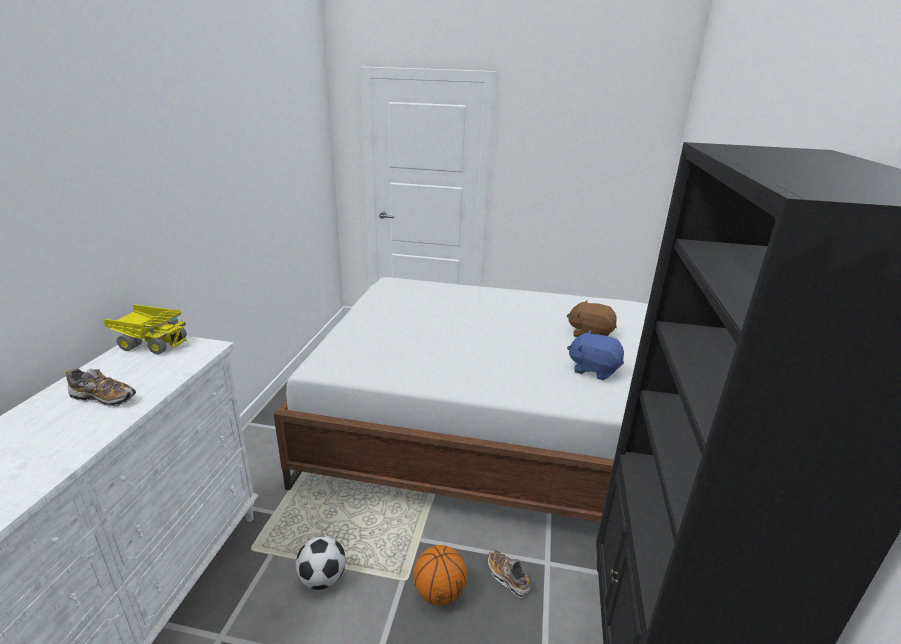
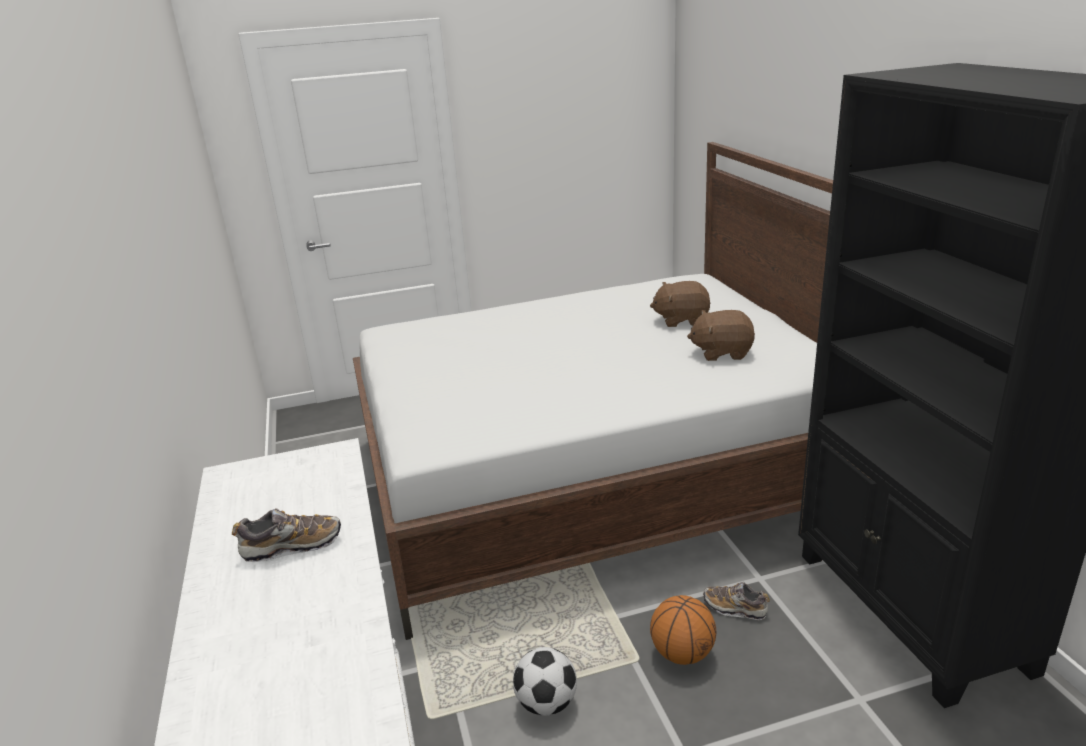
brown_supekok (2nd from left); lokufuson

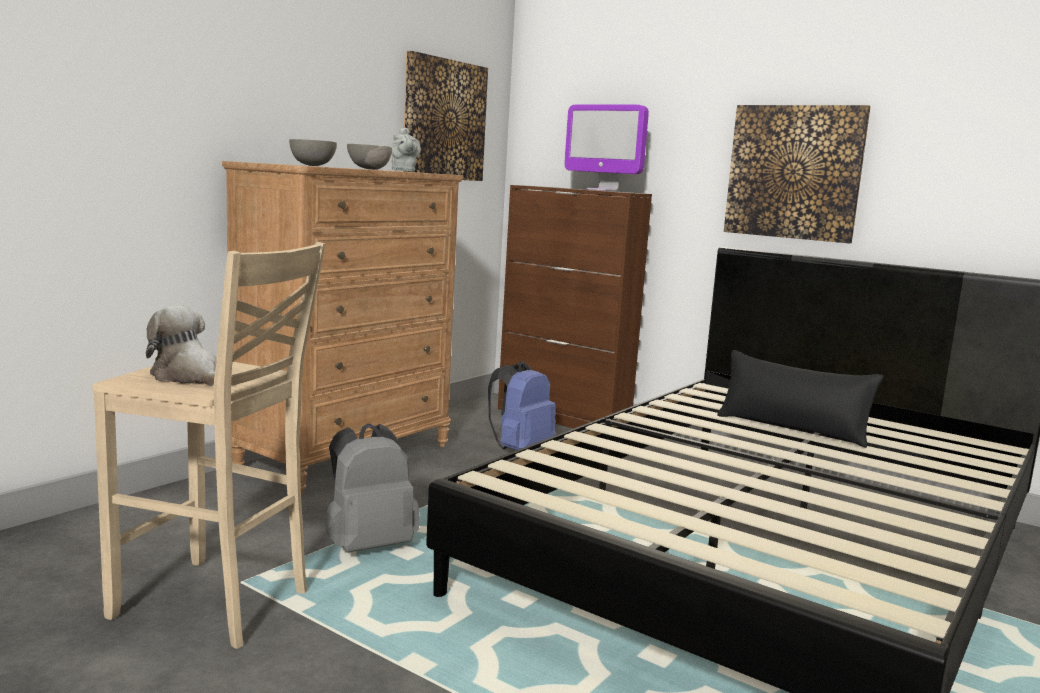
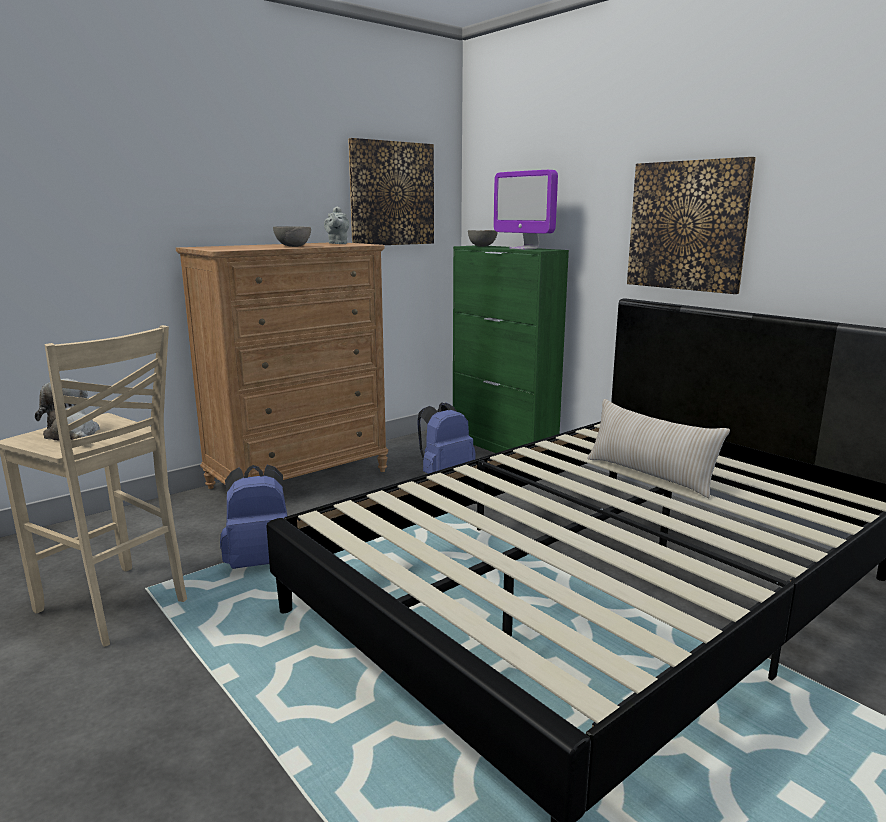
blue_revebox (1st from left); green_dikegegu; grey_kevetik (2nd from left); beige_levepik

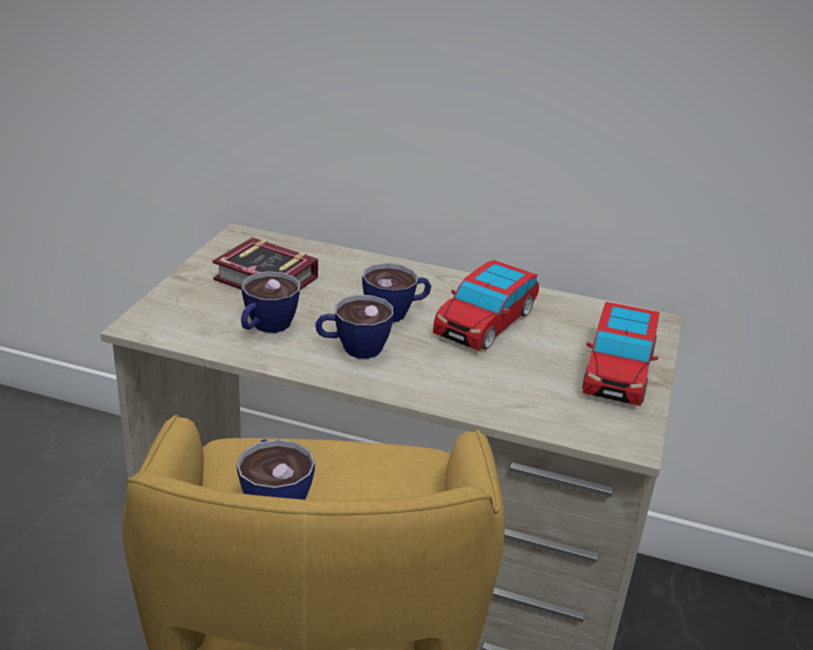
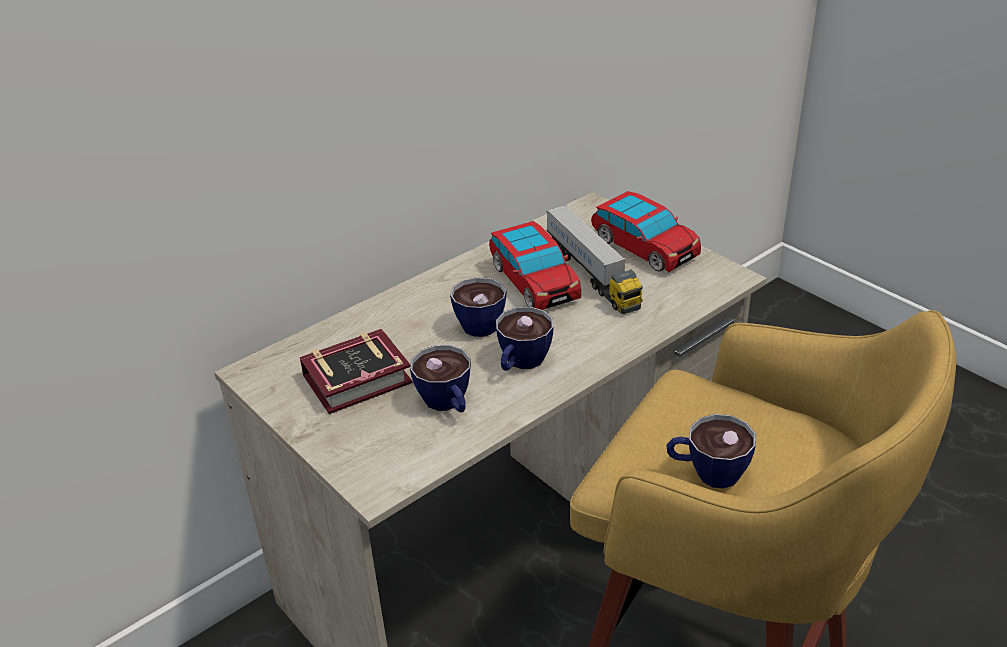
lokufuson

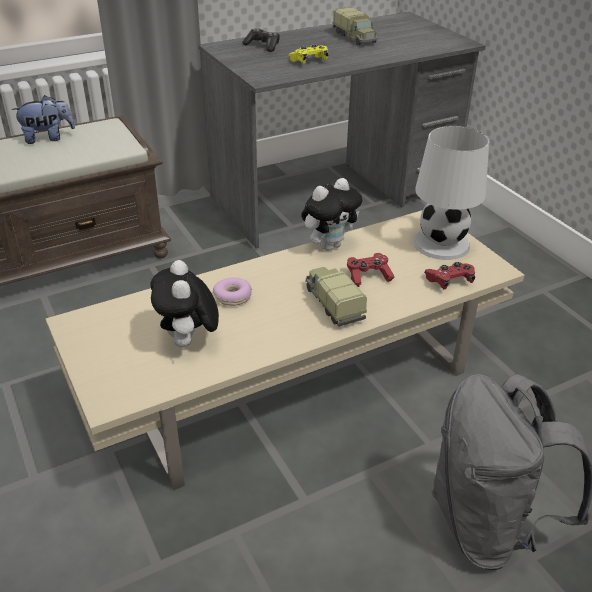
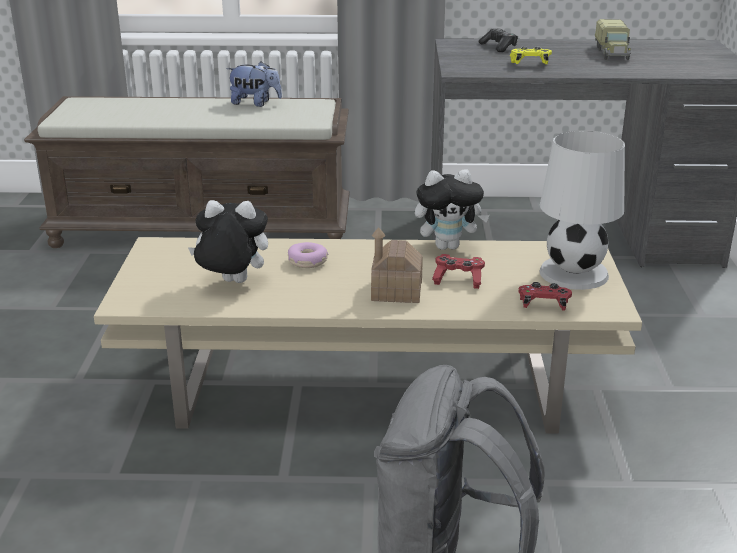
supekok (1st from left); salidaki

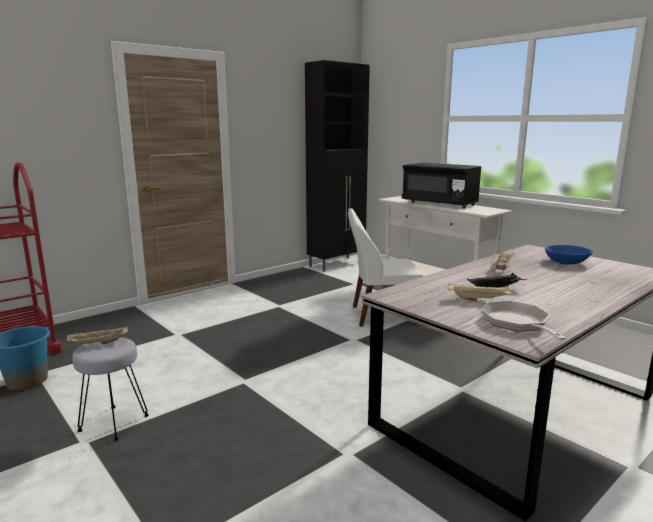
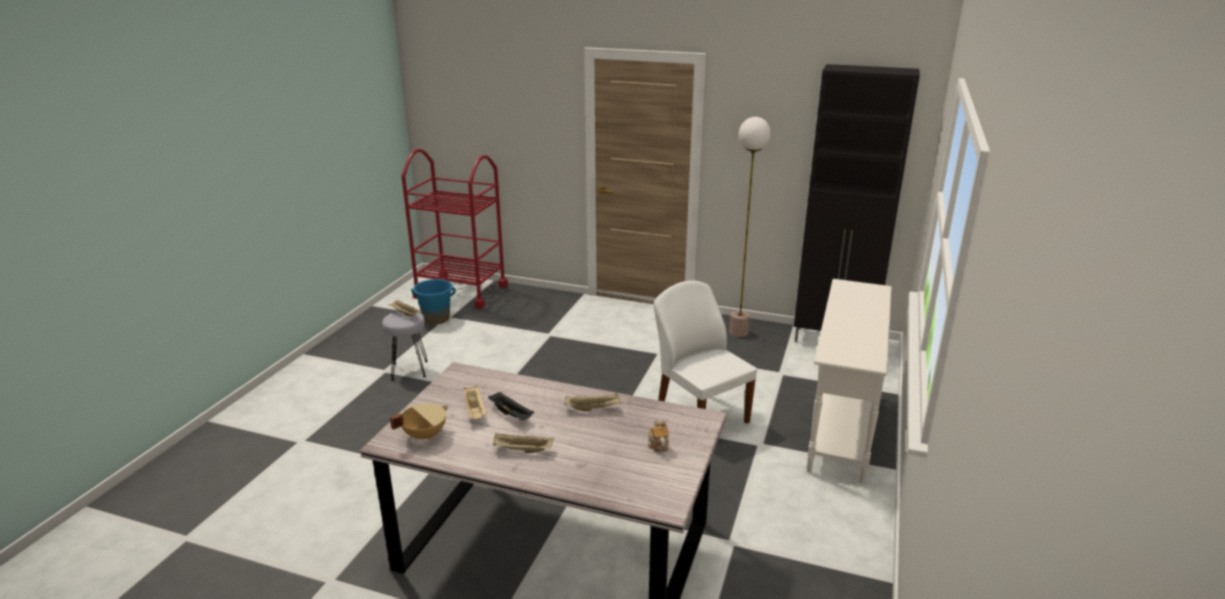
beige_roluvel; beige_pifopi (3rd from left); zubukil; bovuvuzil; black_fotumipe

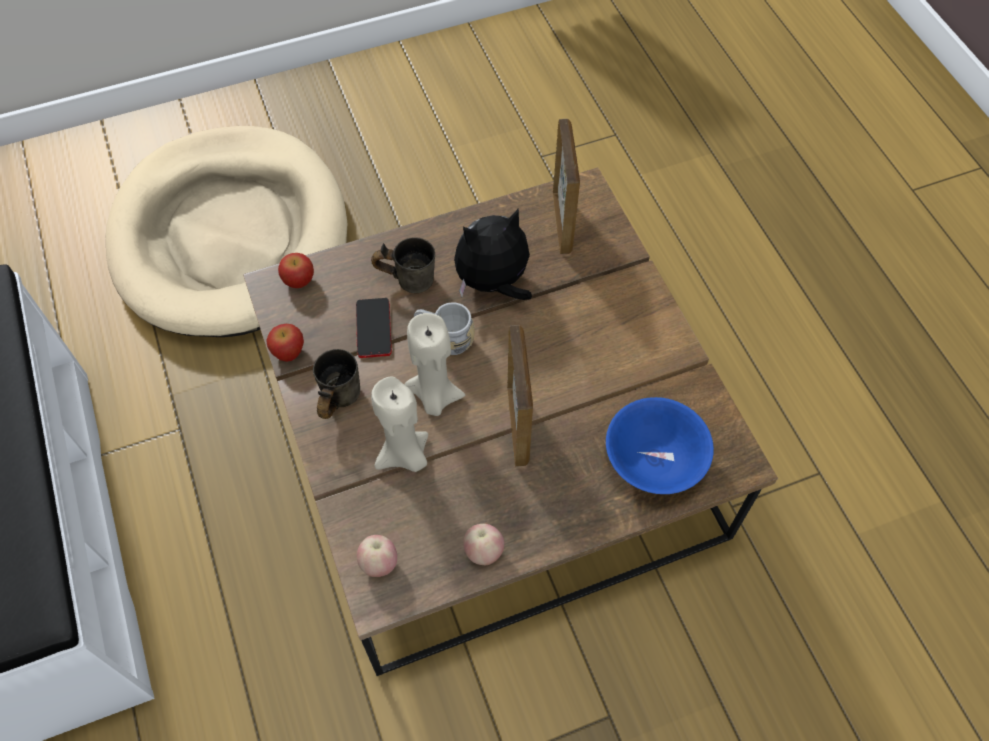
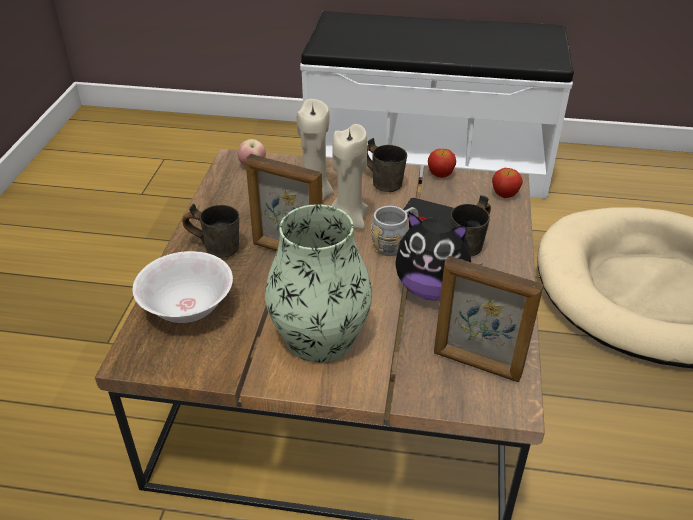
white_kevetik; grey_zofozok (1st from left); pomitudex; supekok; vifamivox (4th from left in the first image)

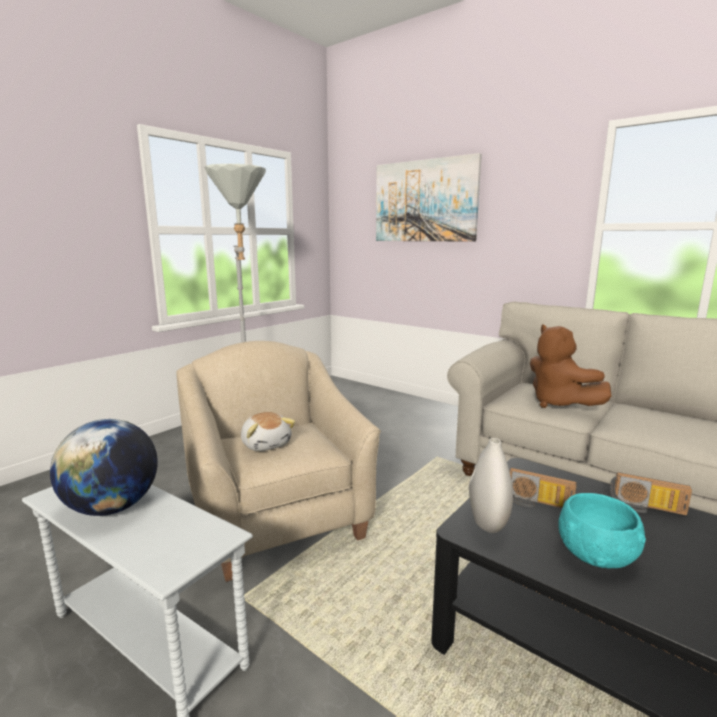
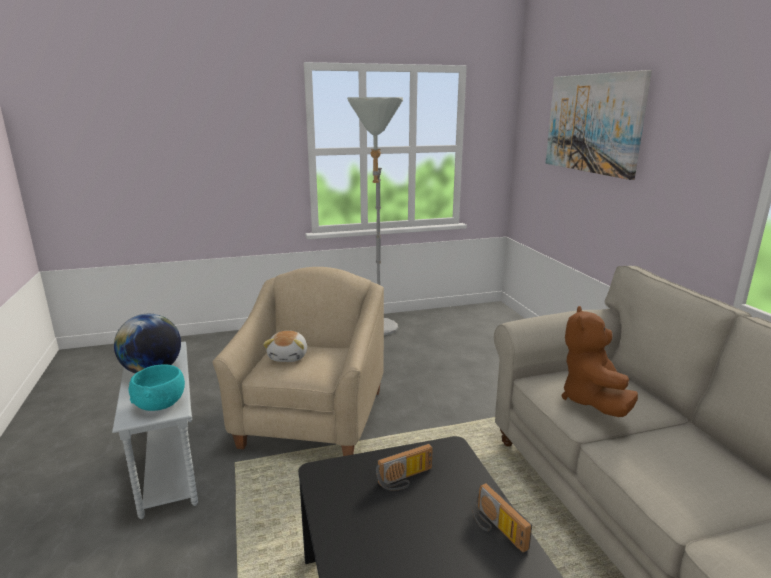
turquoise_kevetik; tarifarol (1st from left); white_pomitudex

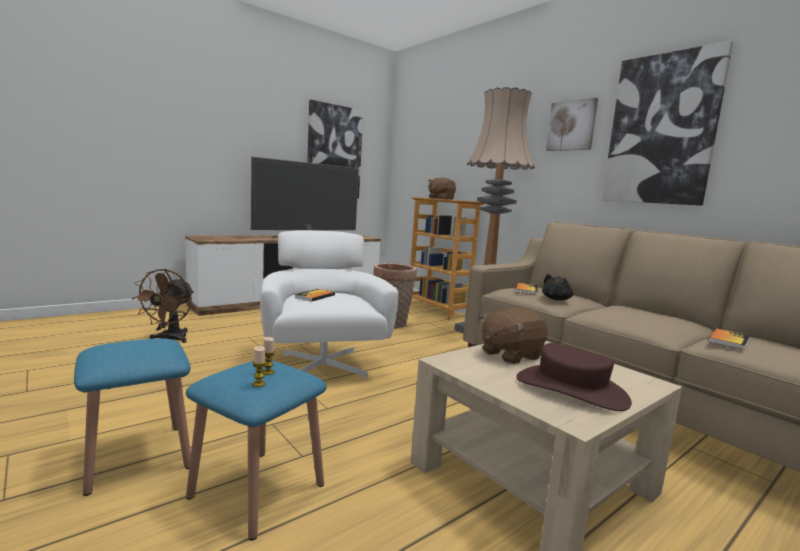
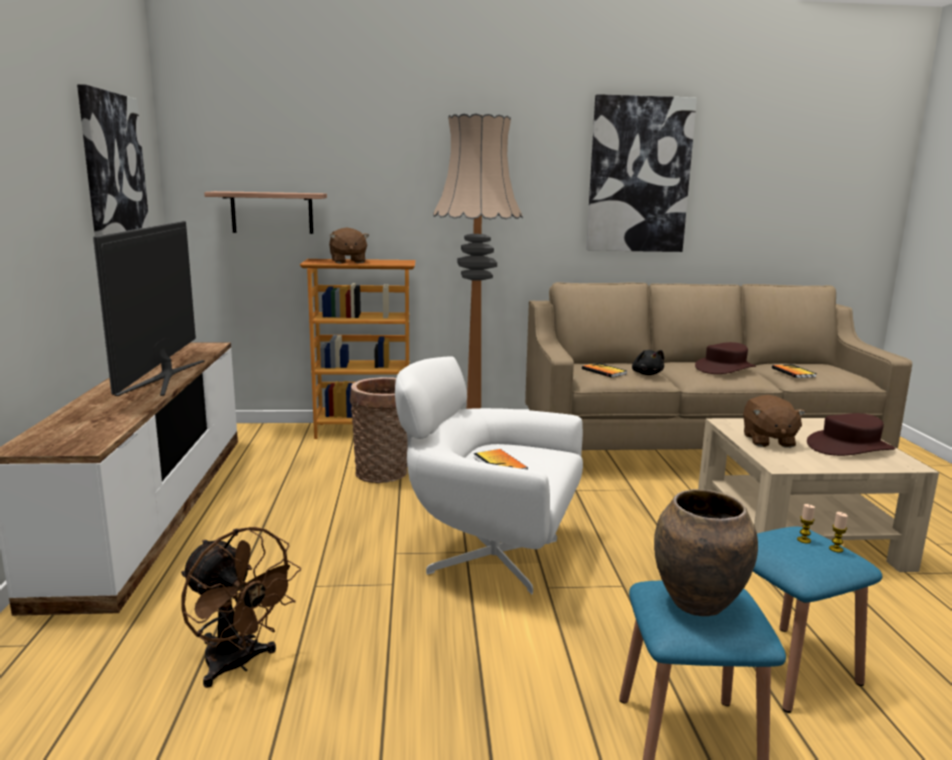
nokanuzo; brown_pomitudex; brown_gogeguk (1st from left); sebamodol (2nd from left in the first image)

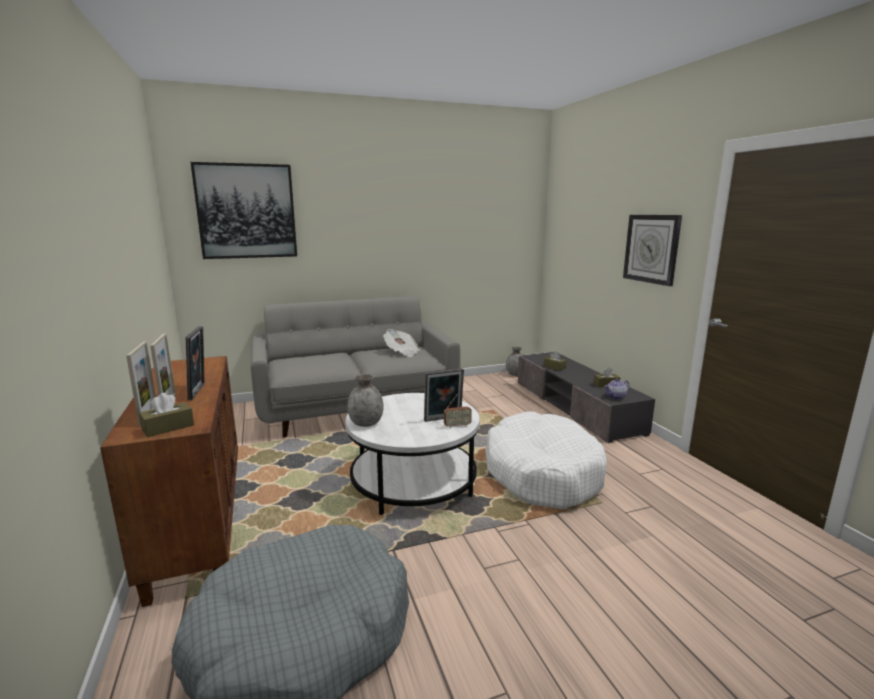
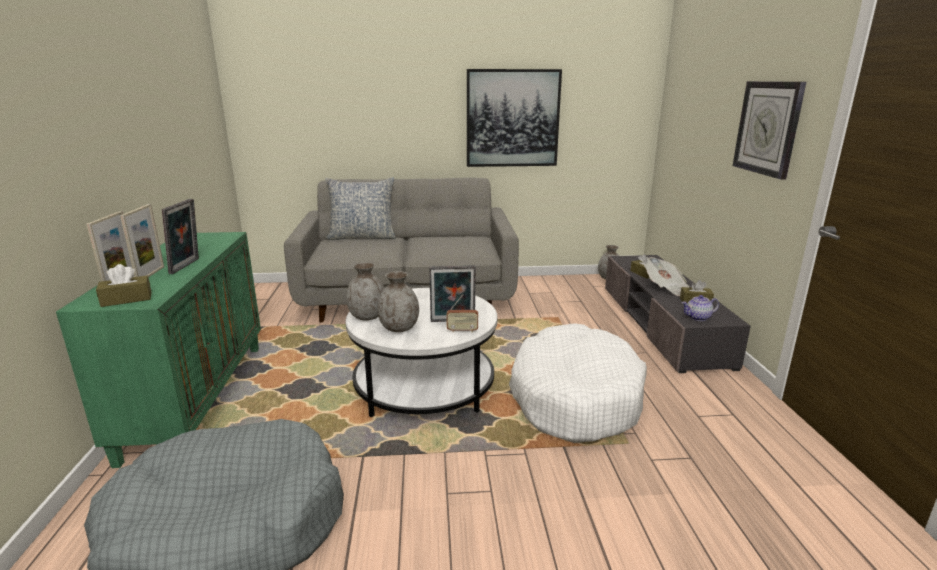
green_dikegegu; levepik; grey_pomitudex (2nd from left); sebamodol; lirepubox

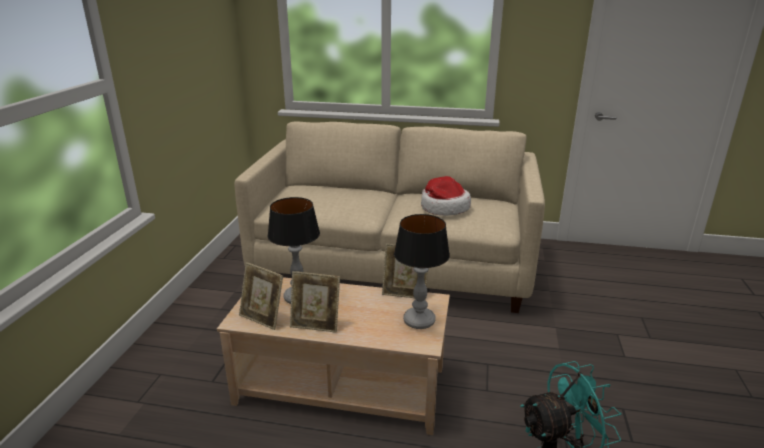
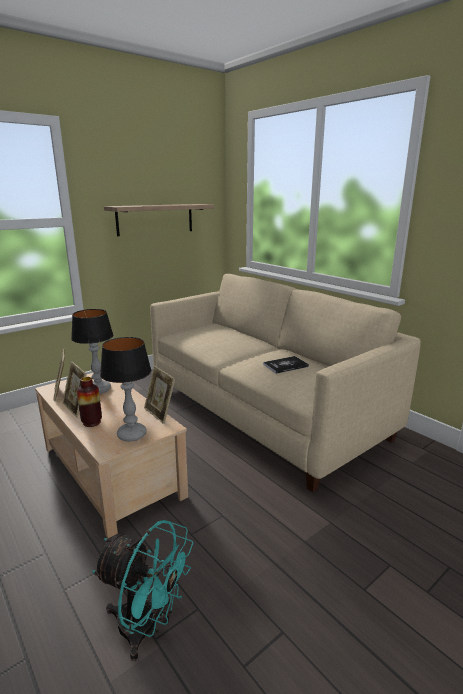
pomitudex; nokanuzo; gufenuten

